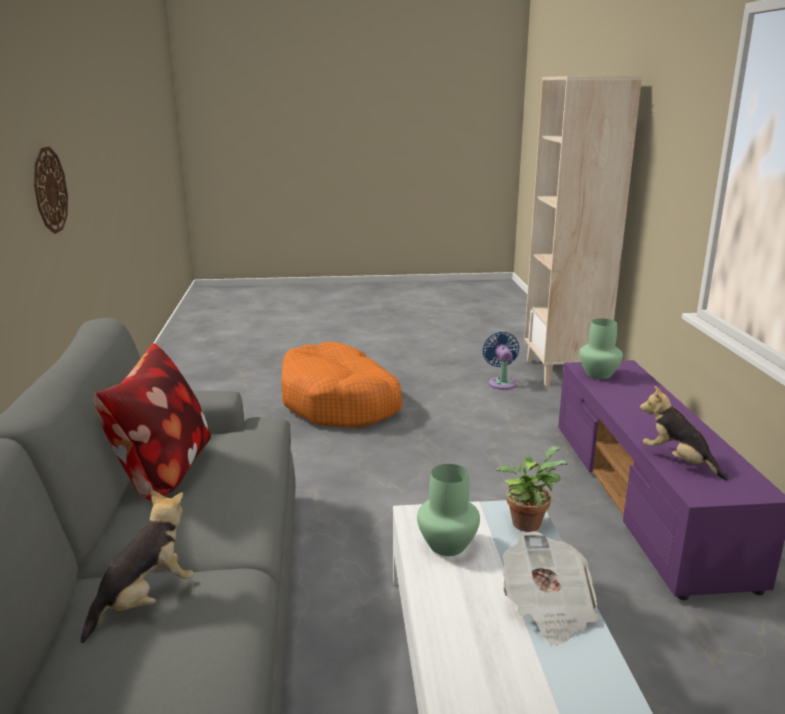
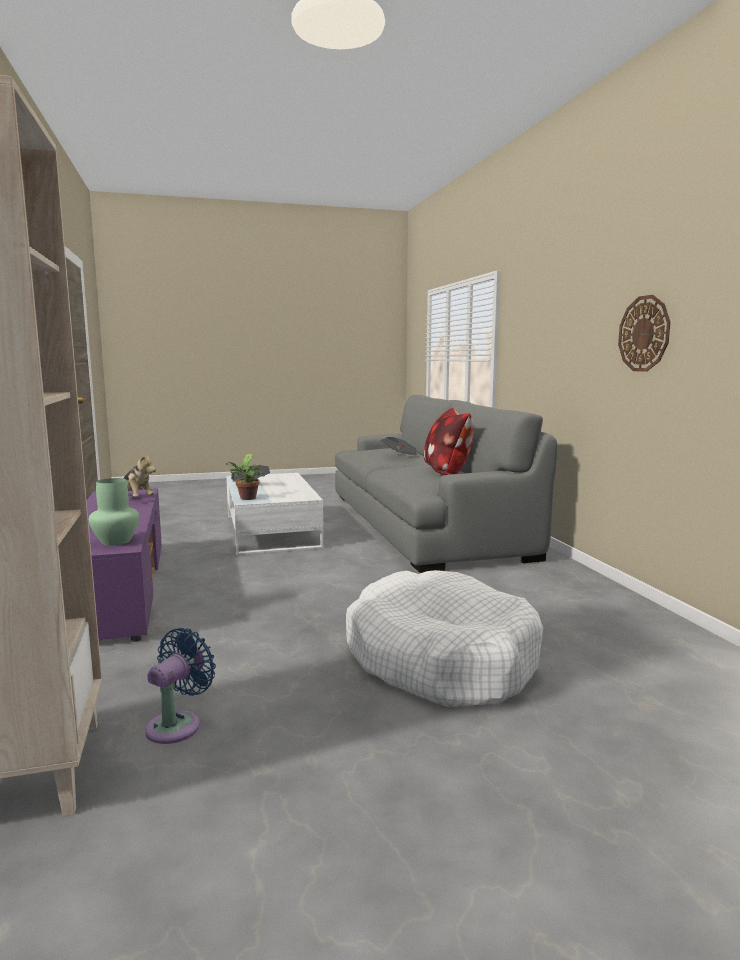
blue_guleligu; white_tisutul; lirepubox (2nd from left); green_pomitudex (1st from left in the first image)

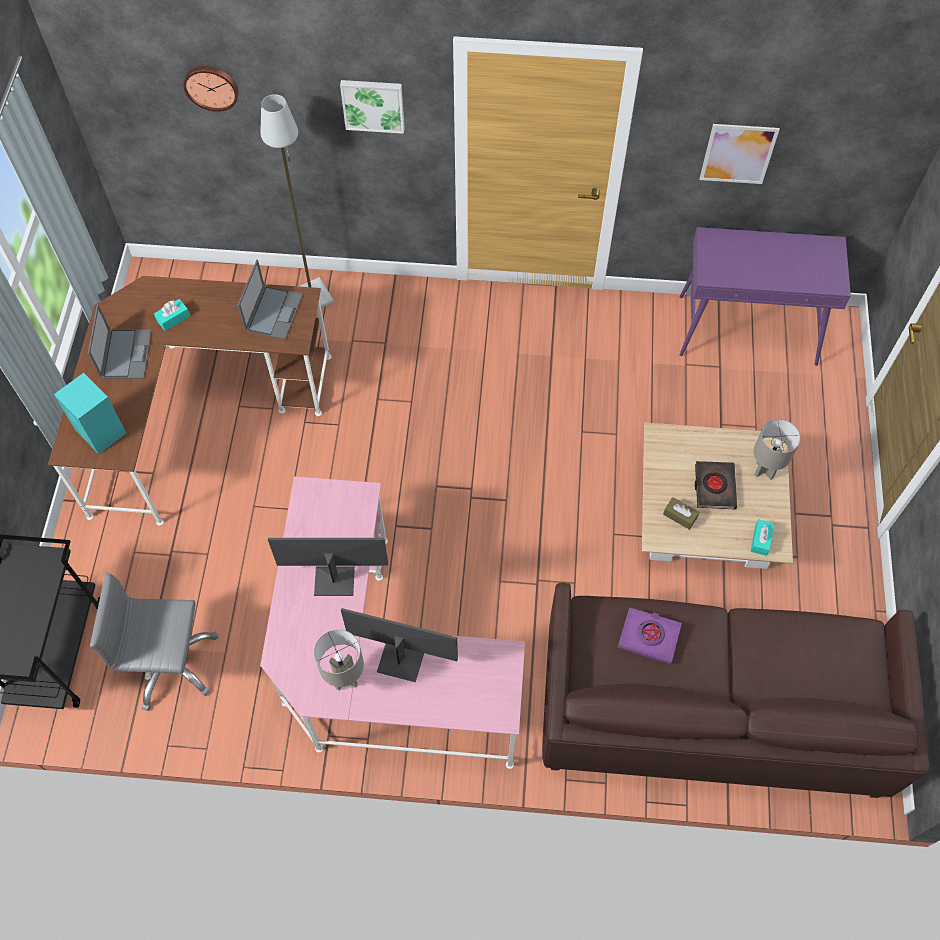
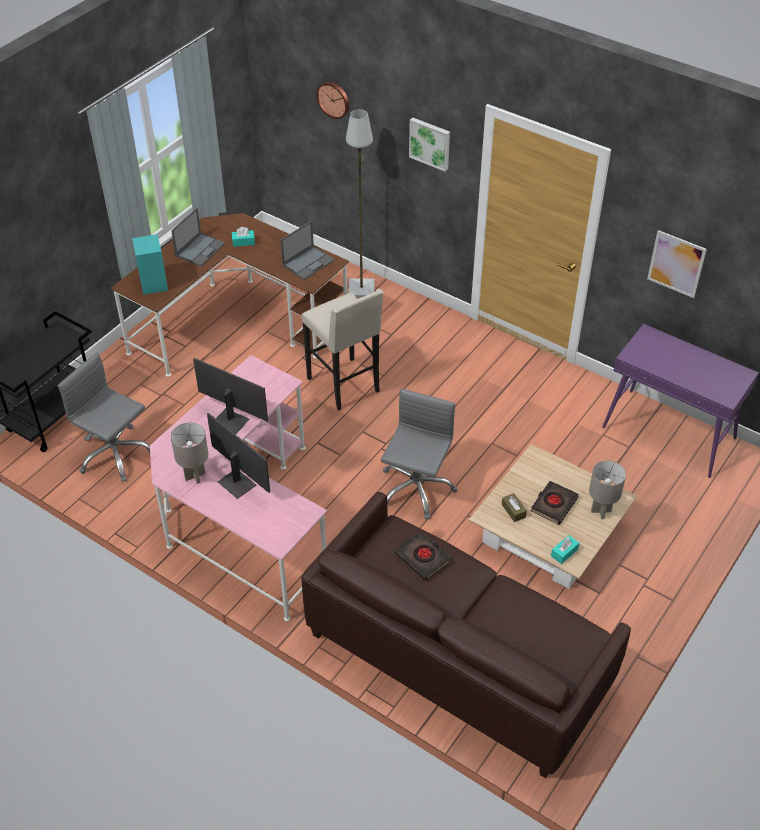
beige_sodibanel; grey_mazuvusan (2nd from left); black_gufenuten (1st from left)

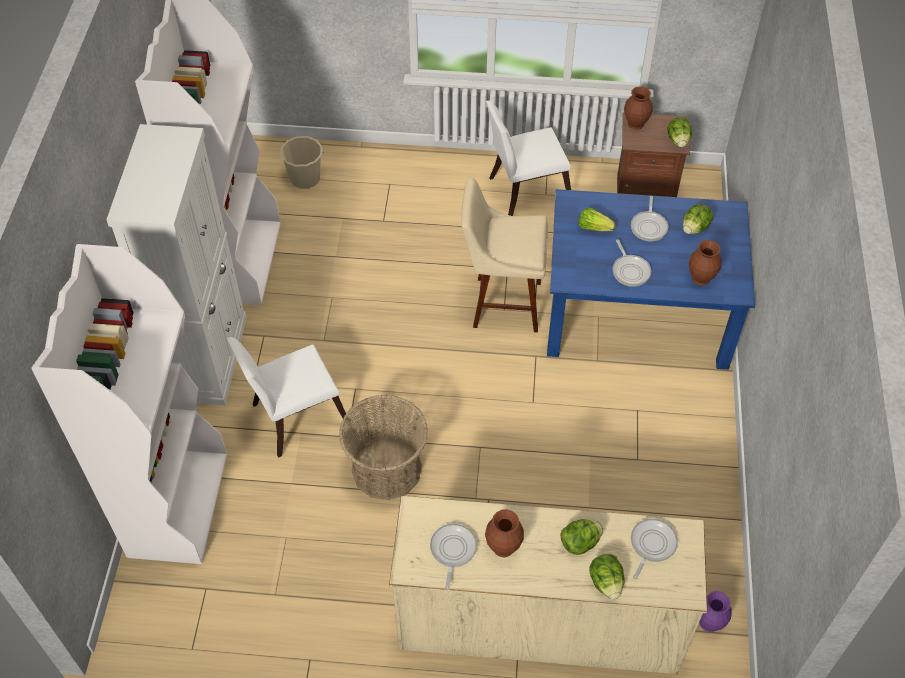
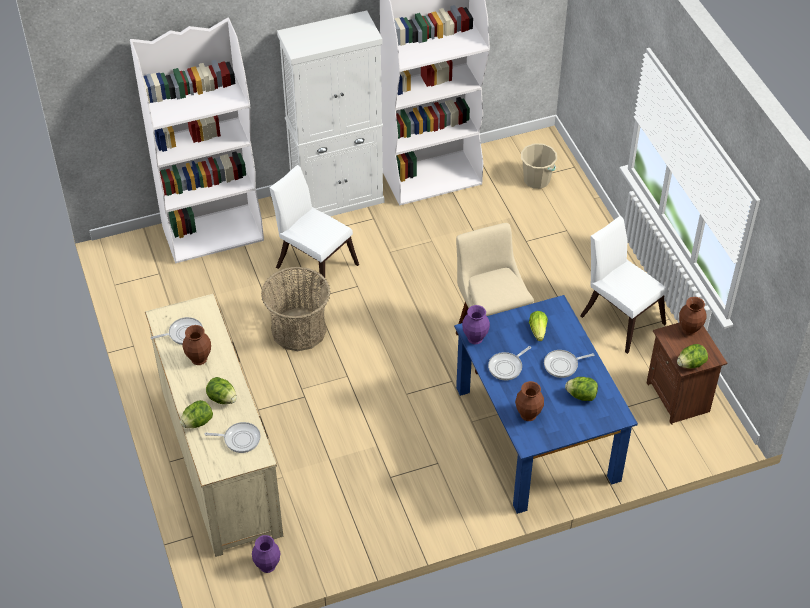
purple_pomitudex (2nd from left)

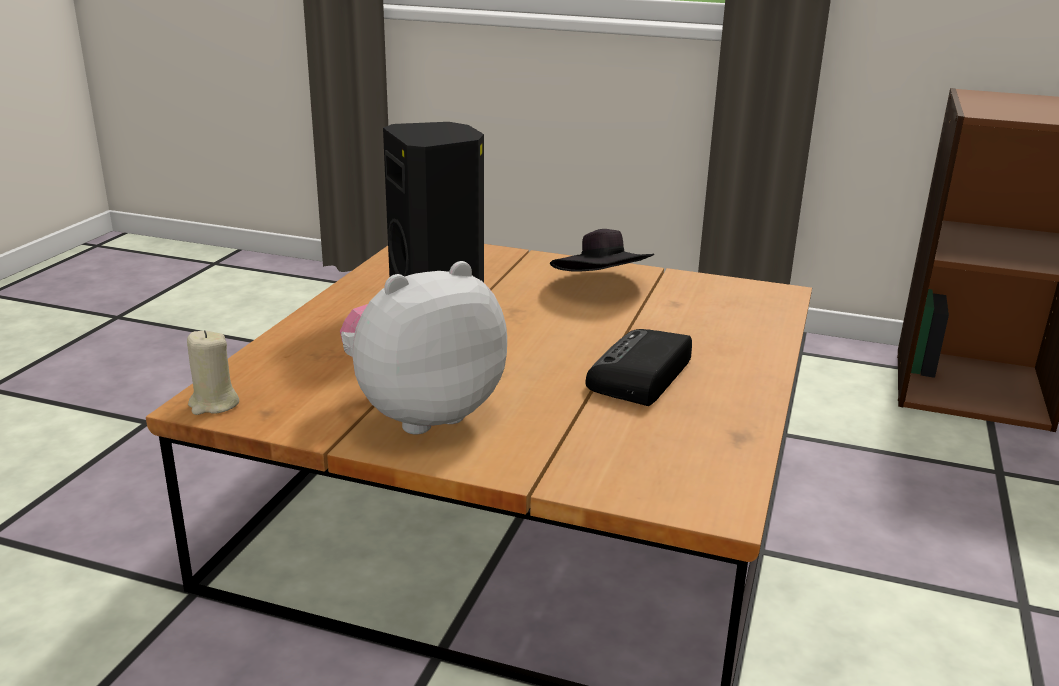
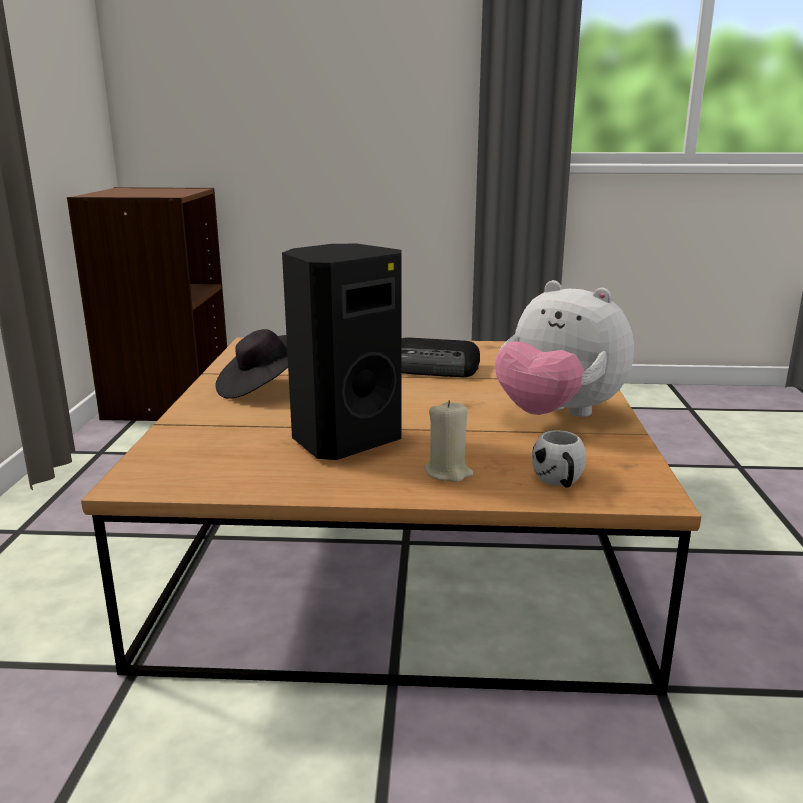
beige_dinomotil; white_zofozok

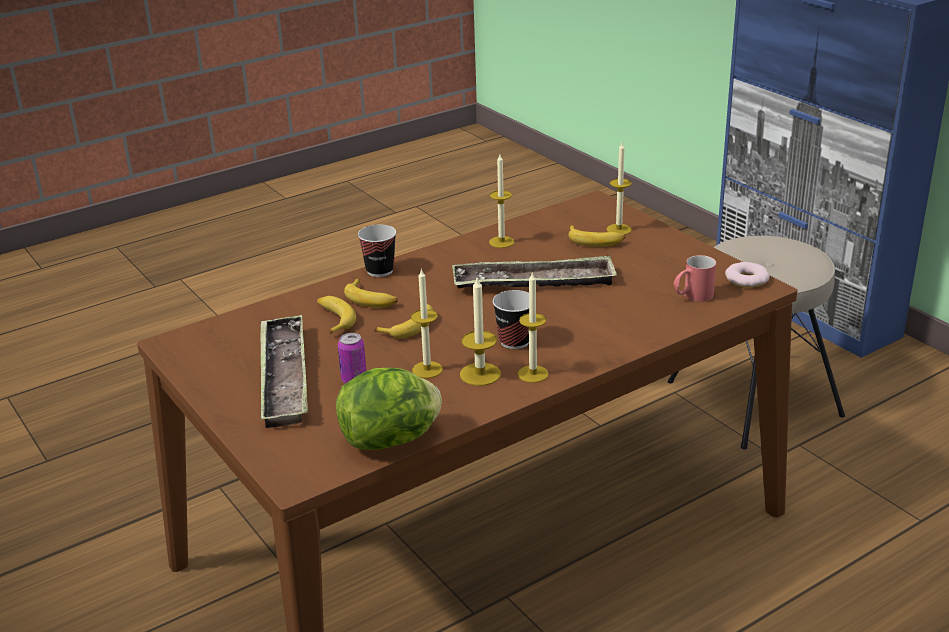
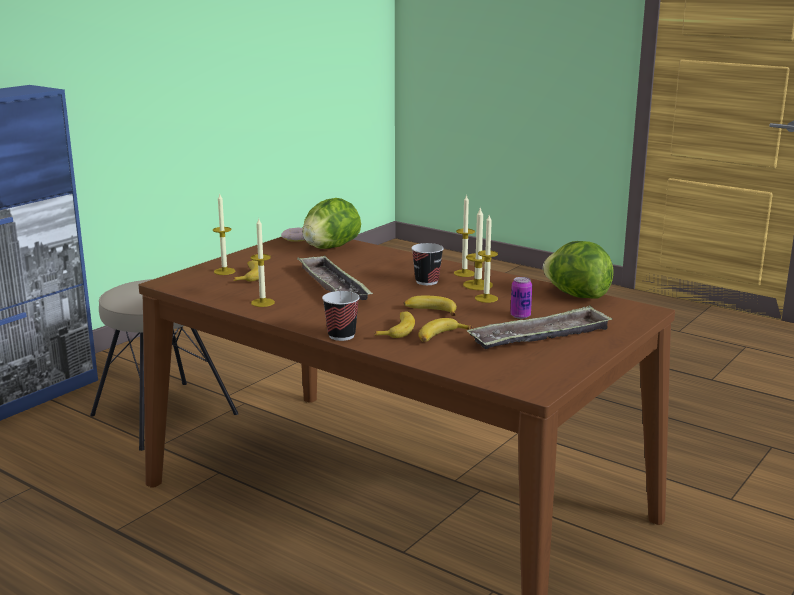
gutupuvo (1st from left)

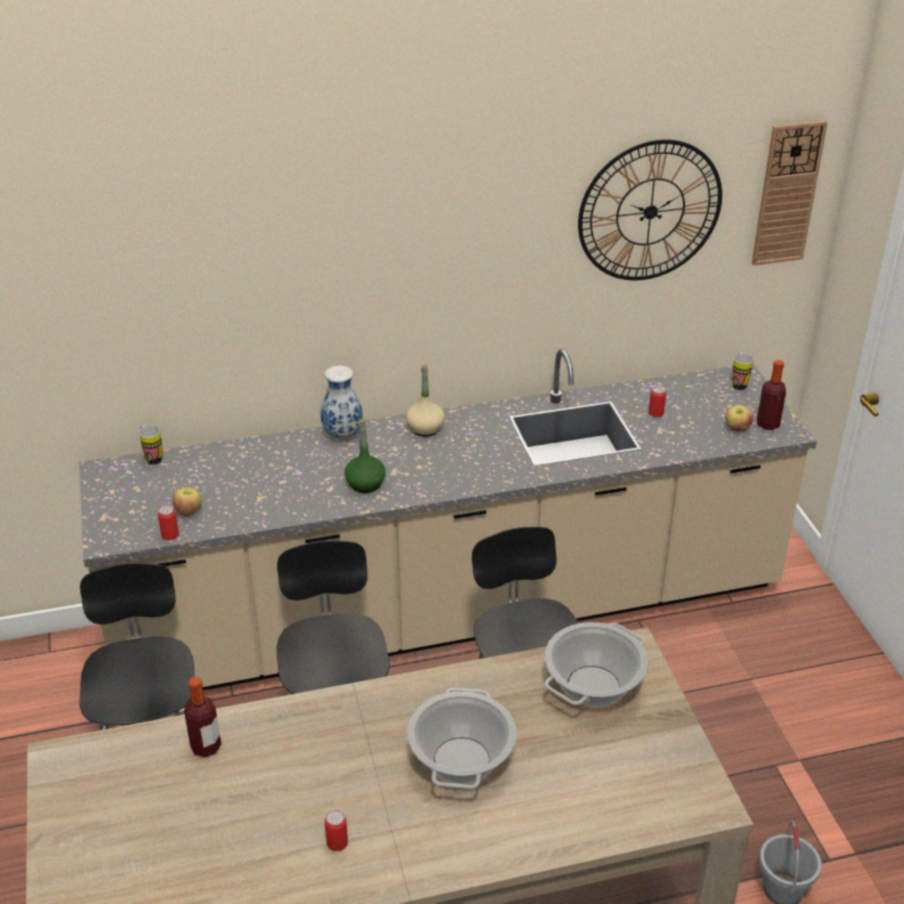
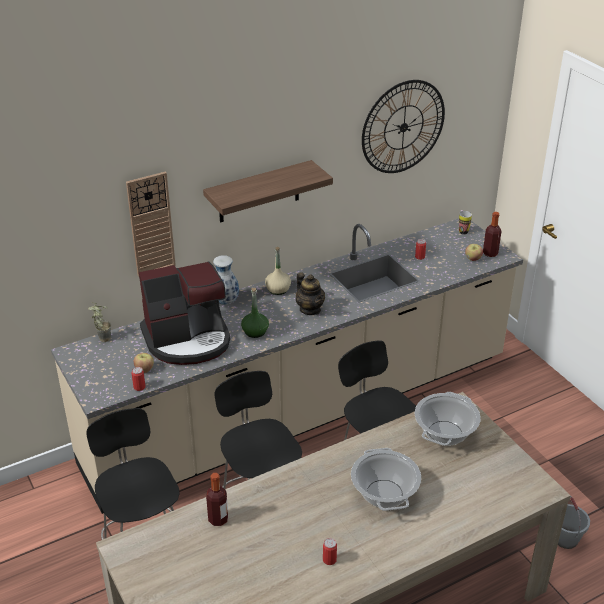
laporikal; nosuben (1st from left); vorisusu; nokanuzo; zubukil

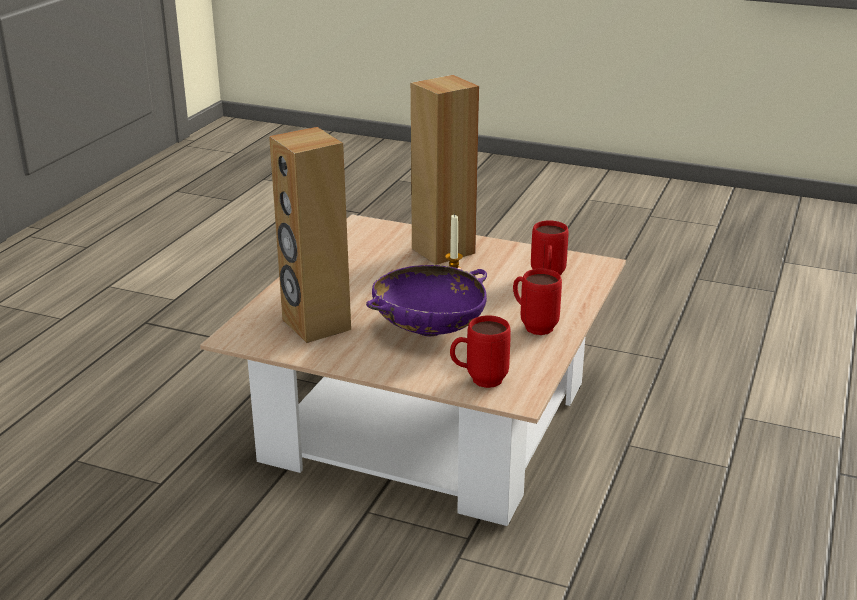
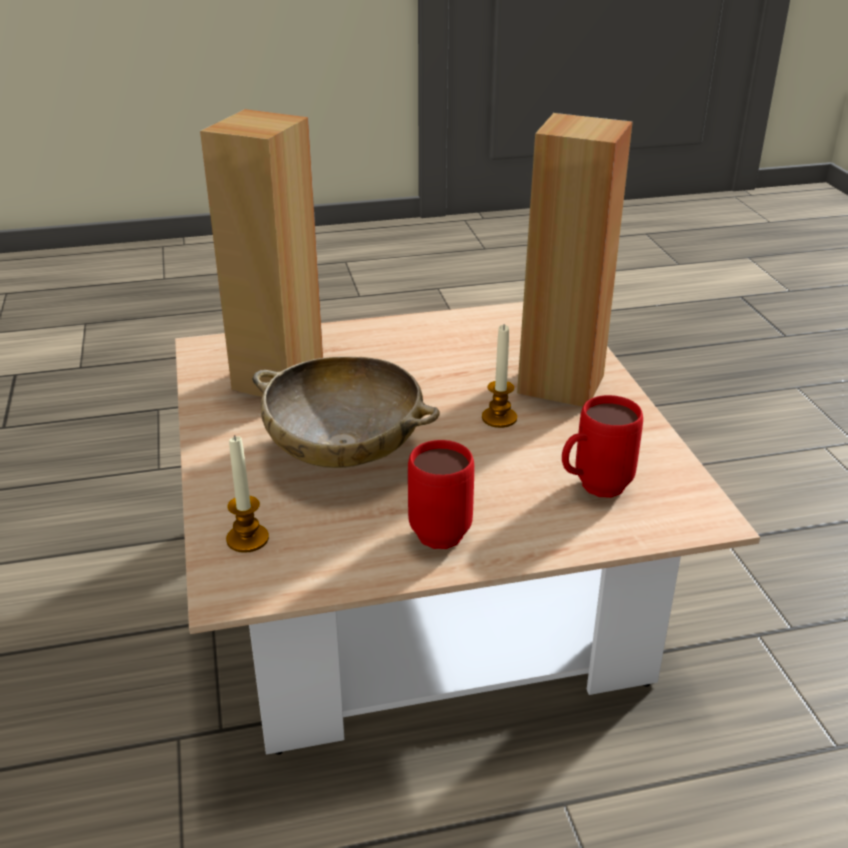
dinomotil (1st from left); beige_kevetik

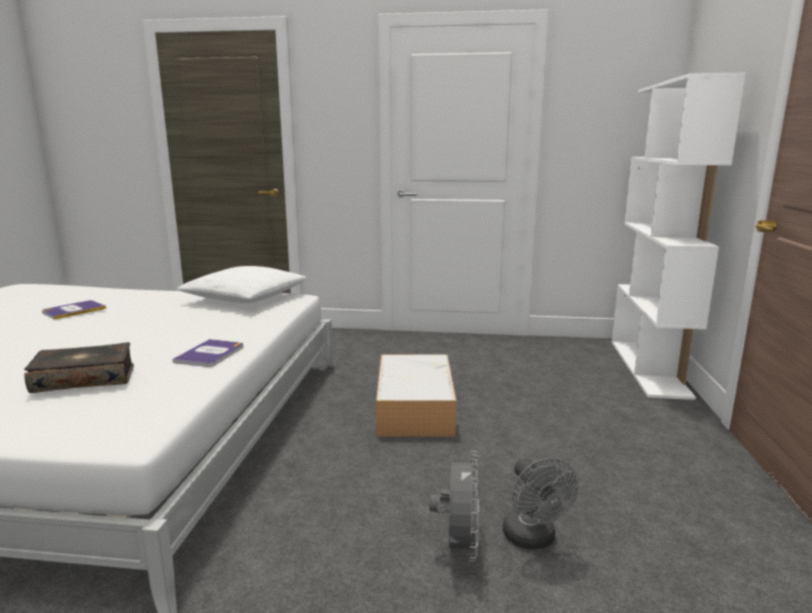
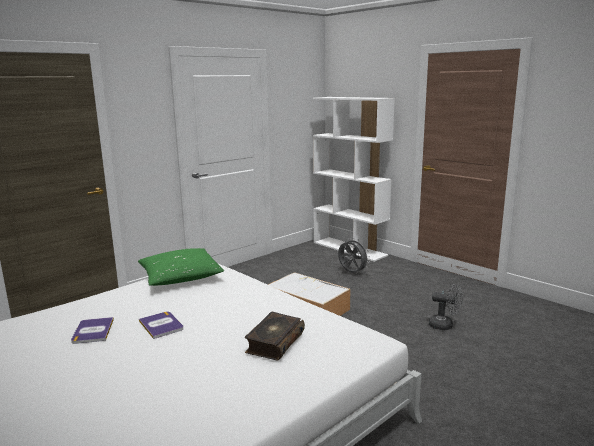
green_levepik; gufenuten (2nd from left); grey_guleligu (1st from left)

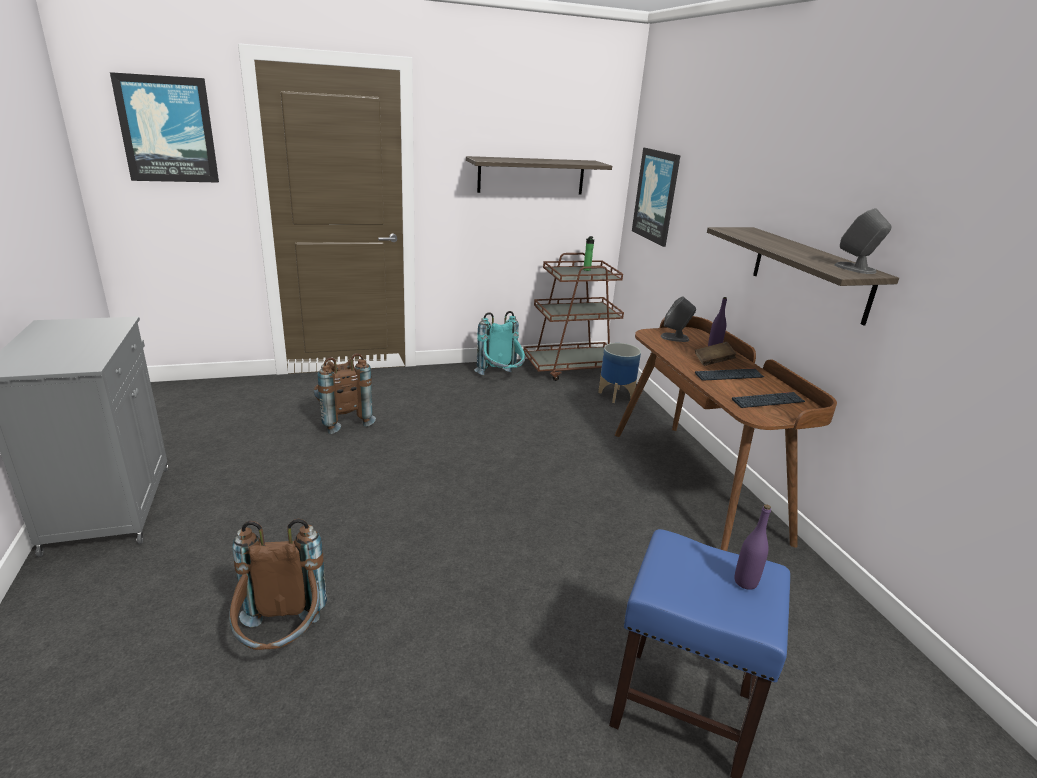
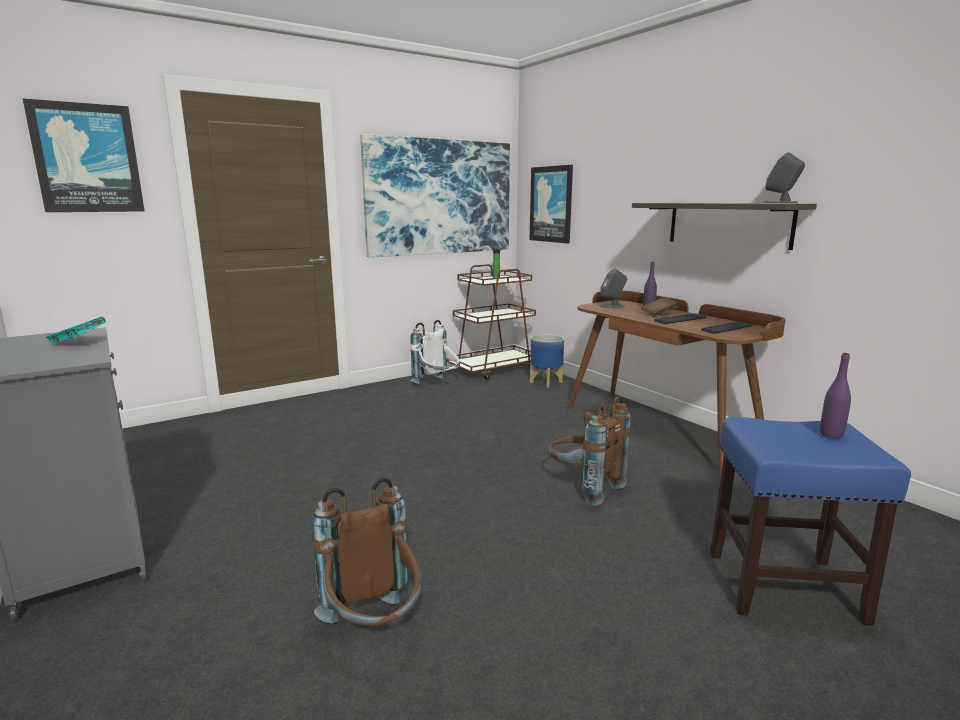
turquoise_gufenuten; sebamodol (2nd from left); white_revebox; brown_revebox (2nd from left)

